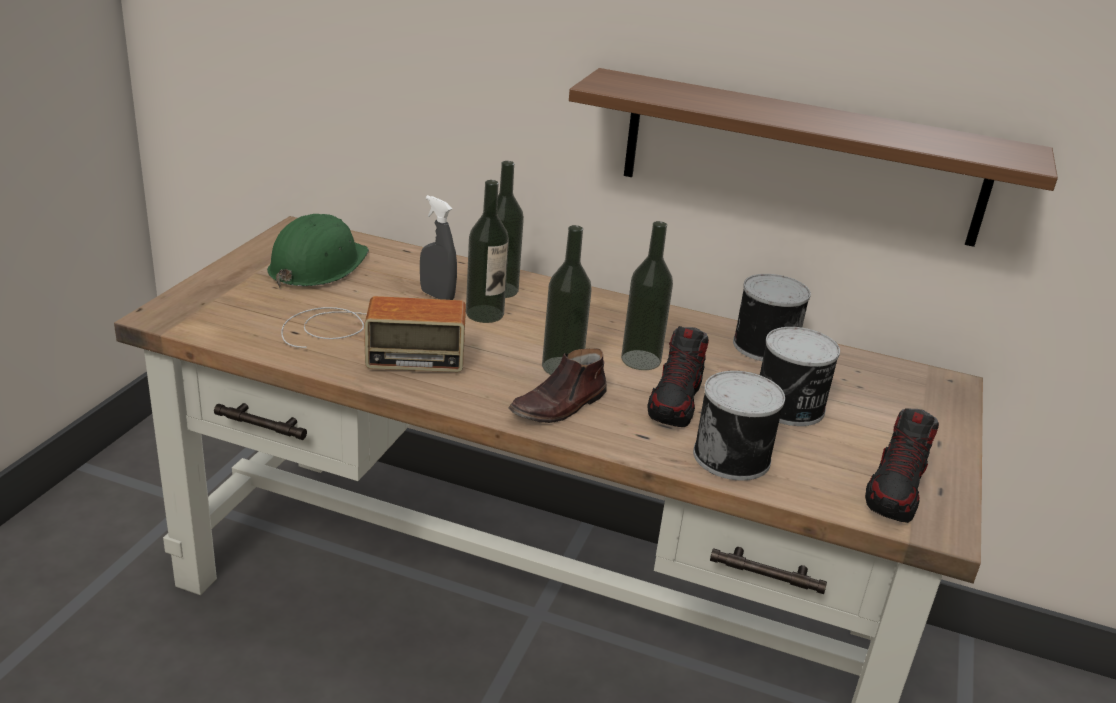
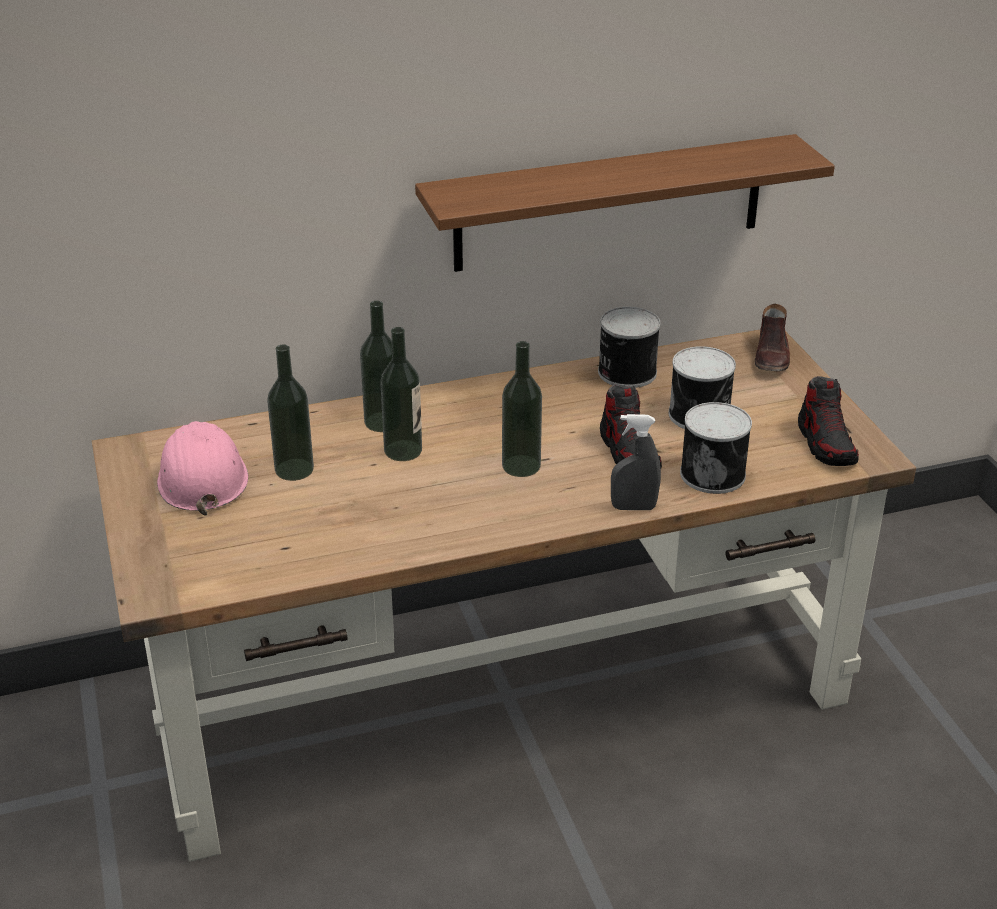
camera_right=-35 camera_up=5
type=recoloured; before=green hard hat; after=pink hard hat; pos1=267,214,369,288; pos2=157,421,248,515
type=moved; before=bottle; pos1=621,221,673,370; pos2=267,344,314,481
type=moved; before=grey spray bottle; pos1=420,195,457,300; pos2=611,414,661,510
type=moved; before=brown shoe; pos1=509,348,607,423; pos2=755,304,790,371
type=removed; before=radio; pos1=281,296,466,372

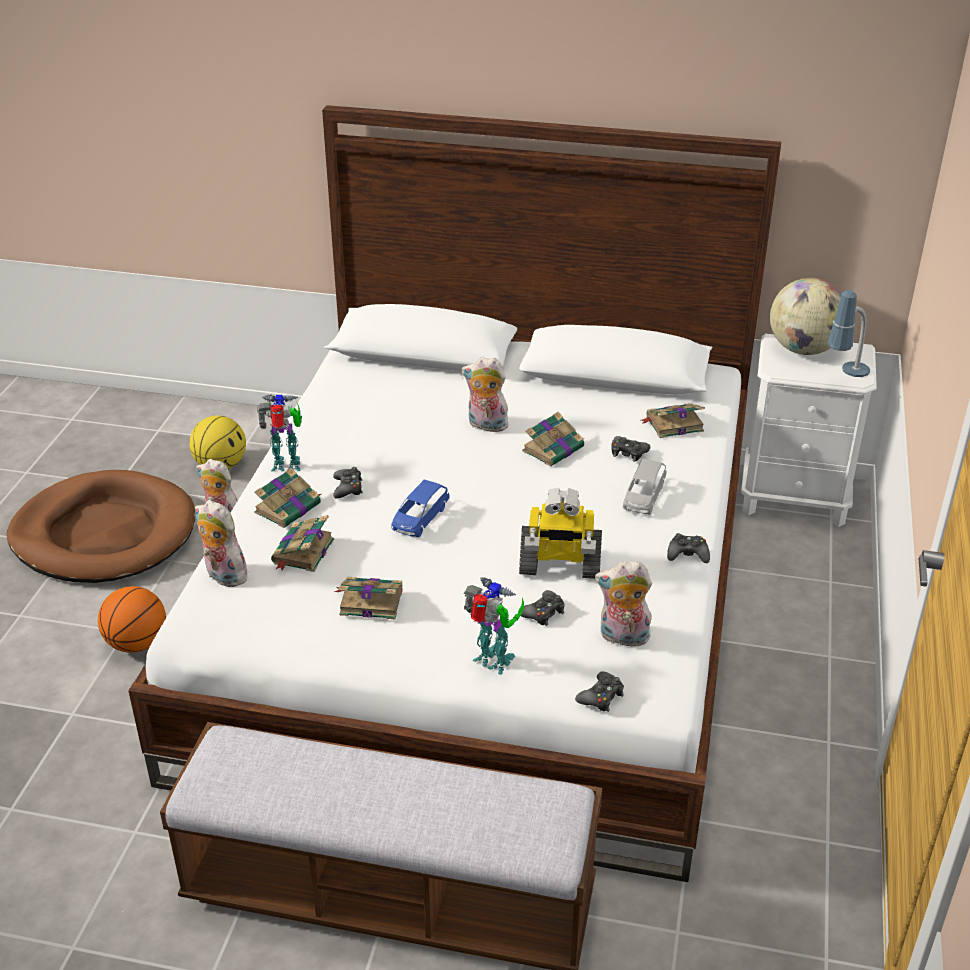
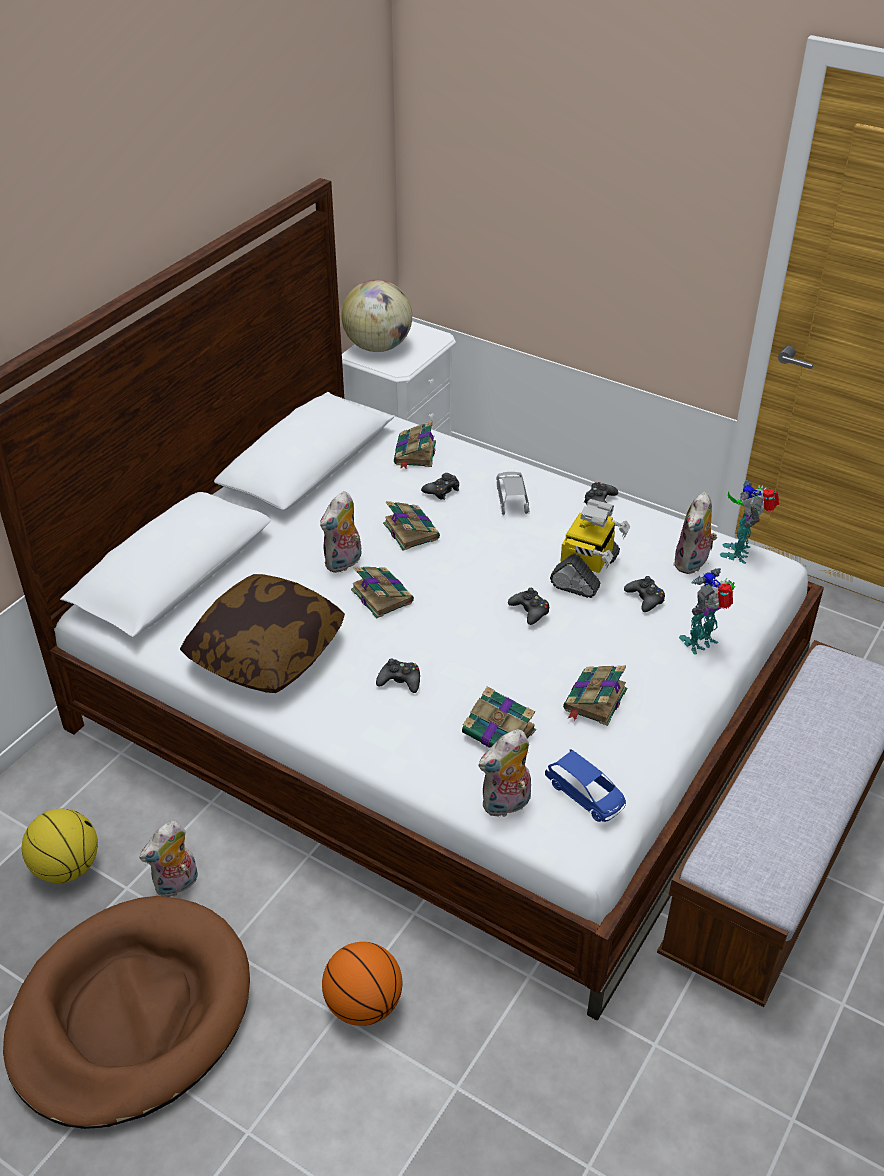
camera_right=-70 camera_up=5
type=added; after=pillow; pos2=180,574,345,693
type=moved; before=book; pos1=254,468,321,528; pos2=351,567,414,619
type=turned; before=grey toy car; pos1=623,459,667,515; pos2=496,472,529,515; turn=-135
type=moved; before=black game controller; pos1=575,671,624,712; pos2=508,588,549,625
type=moved; before=blue toy car; pos1=391,480,449,537; pos2=545,749,626,822
type=moved; before=toy robot; pos1=257,394,302,472; pos2=720,480,779,564
type=removed; before=table lamp; pos1=828,290,870,377

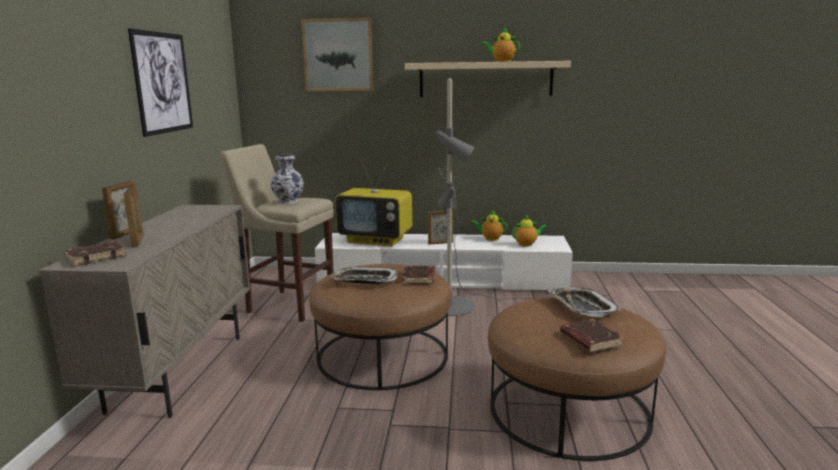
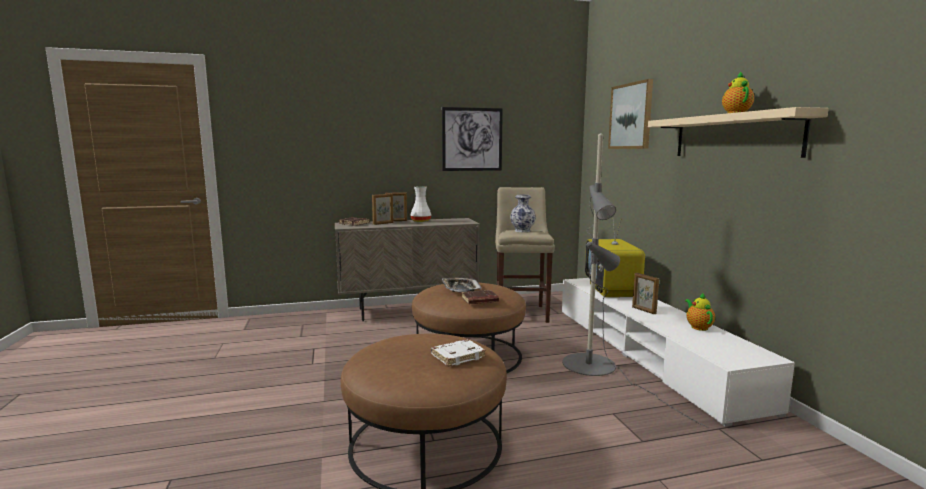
camera_right=70 camera_up=-5
type=added; after=white vase; pos2=410,186,431,222
type=replaced; before=tray; after=white book; pos1=549,287,621,317; pos2=431,339,486,367
type=removed; before=teapot; pos1=512,214,547,247
type=removed; before=brown book; pos1=560,319,624,352

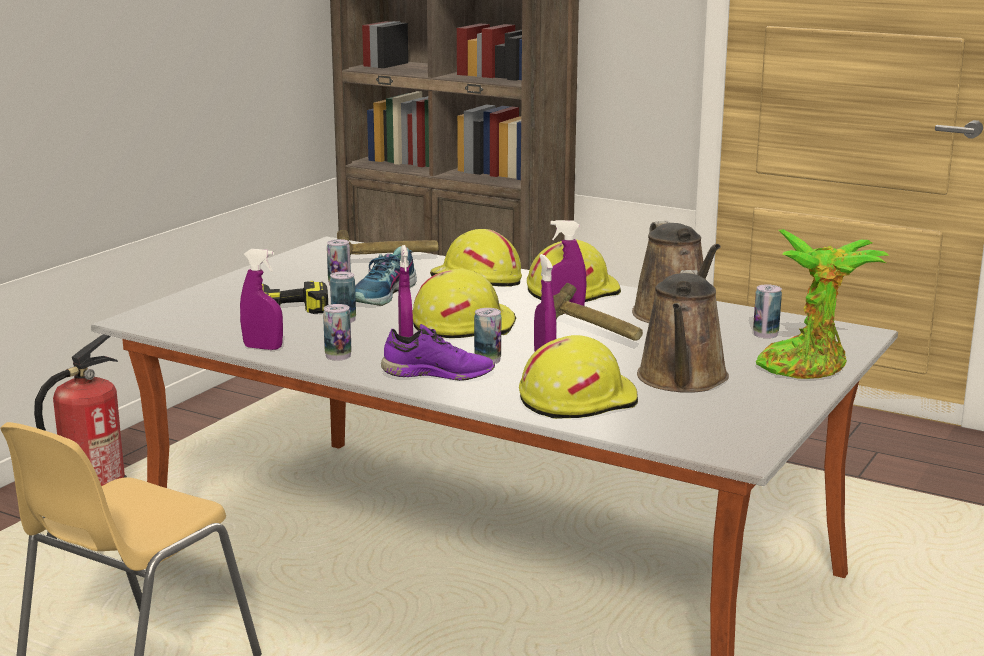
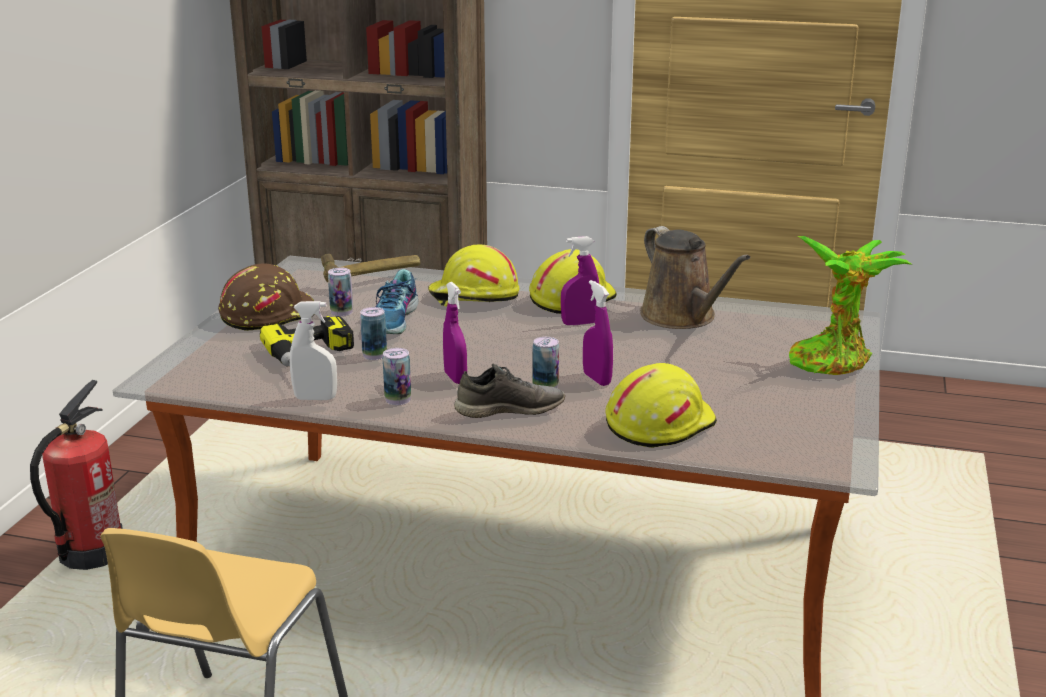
camera_right=-15 camera_up=5
type=added; after=brown hard hat; pos2=218,263,314,331
type=recoloured; before=purple spray bottle; after=white spray bottle; pos1=240,249,283,350; pos2=290,301,337,400
type=recoloured; before=purple shoe; after=grey shoe; pos1=381,324,495,381; pos2=454,364,565,418
type=removed; before=yellow hard hat; pos1=412,269,516,338
type=removed; before=hammer; pos1=553,283,643,341
type=removed; before=brown watering can; pos1=637,270,729,393
type=removed; before=can; pos1=753,284,782,338

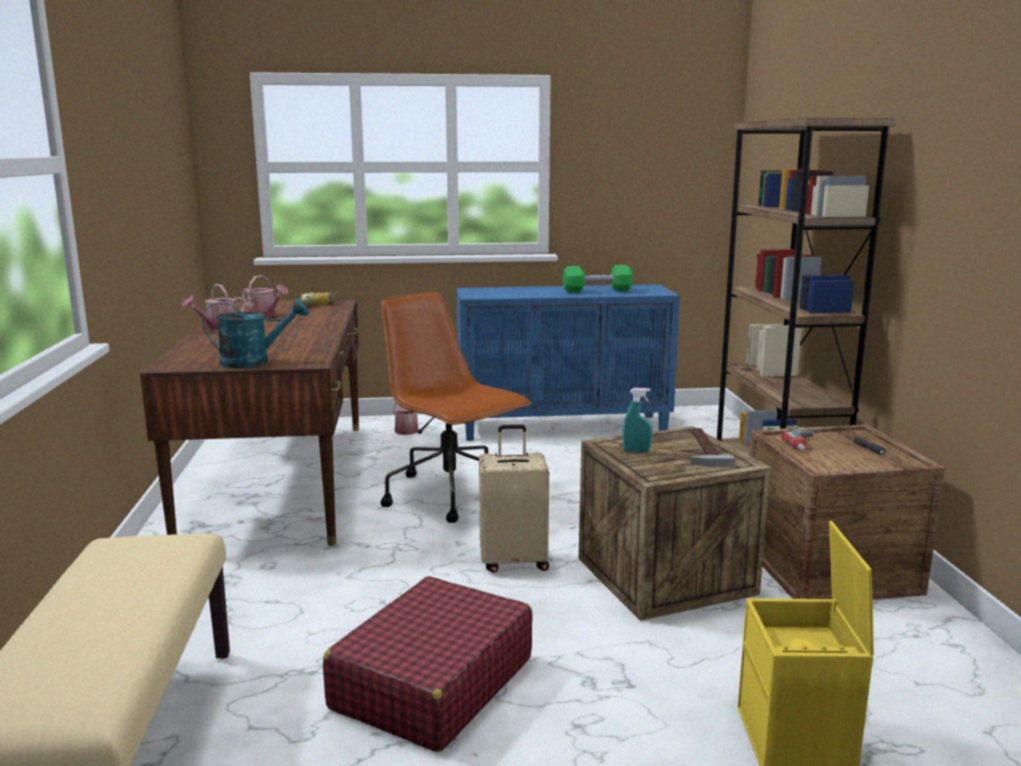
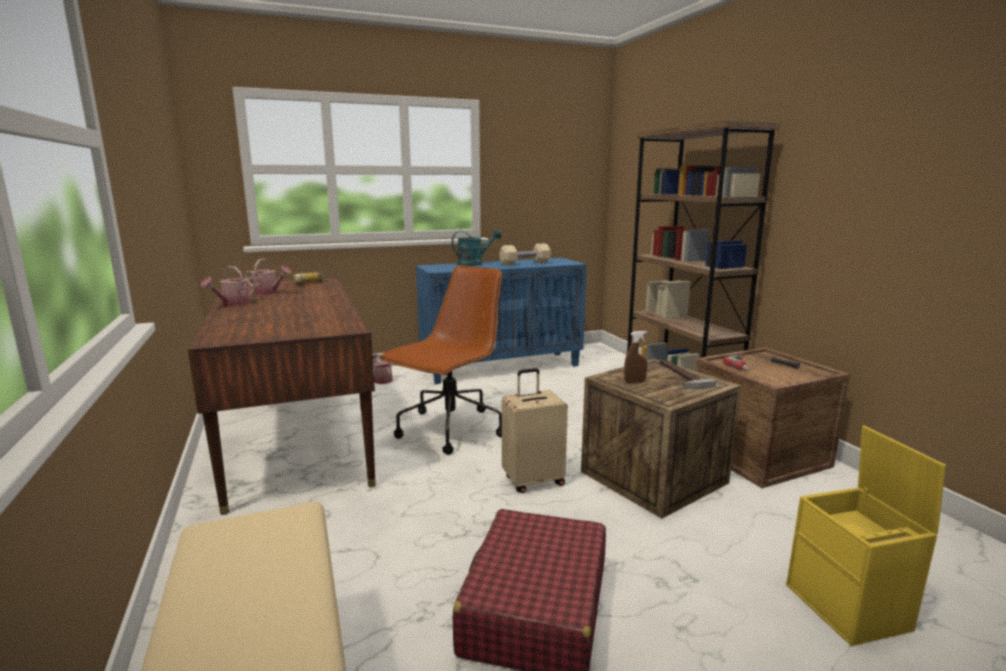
camera_right=-15 camera_up=0
type=turned; before=brown office chair; pos1=381,292,531,523; pos2=379,265,502,455; turn=90
type=moved; before=turquoise watering can; pos1=203,298,309,368; pos2=452,229,501,266
type=recoloured; before=green dumbbell; after=beige dumbbell; pos1=563,265,633,293; pos2=499,243,551,265
type=recoloured; before=turquoise spray bottle; after=brown spray bottle; pos1=623,388,653,453; pos2=624,331,647,383

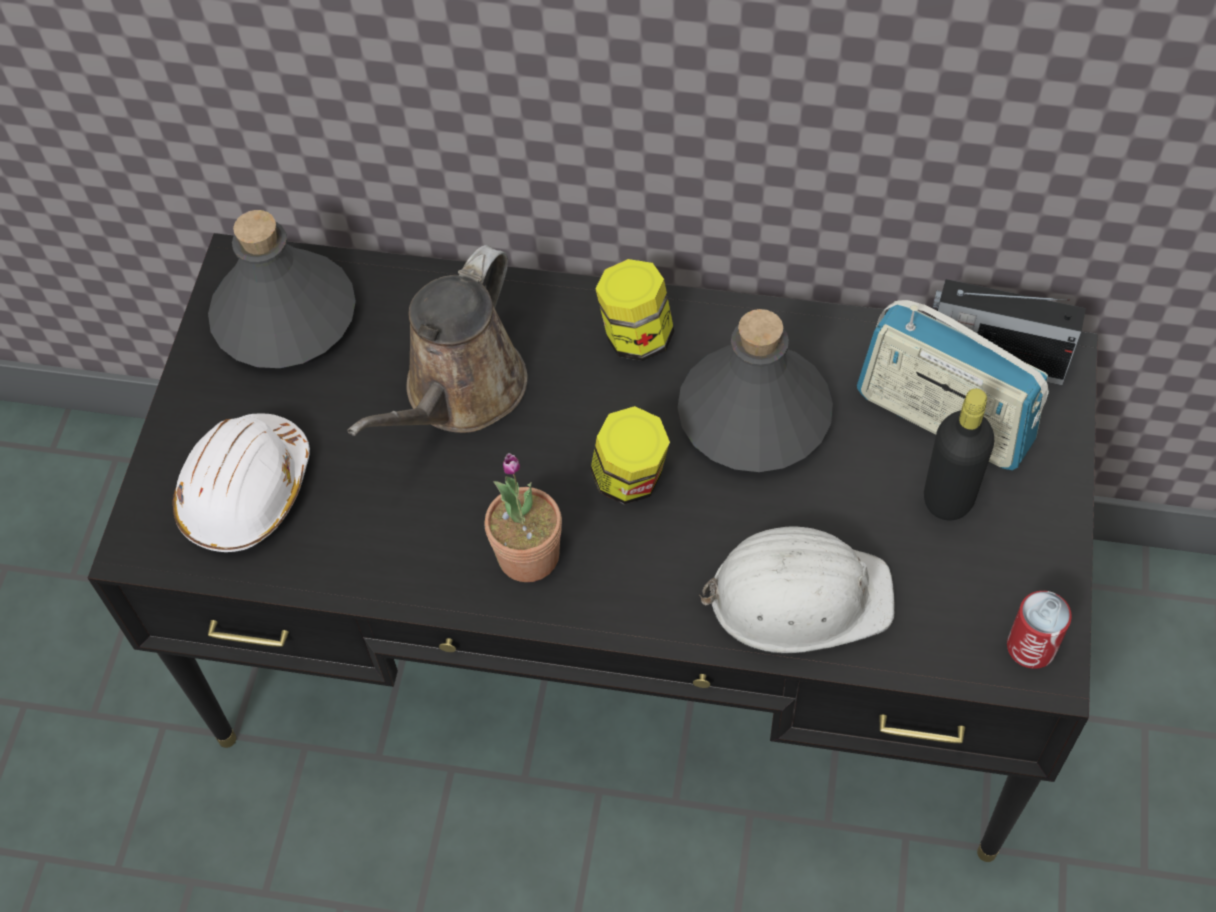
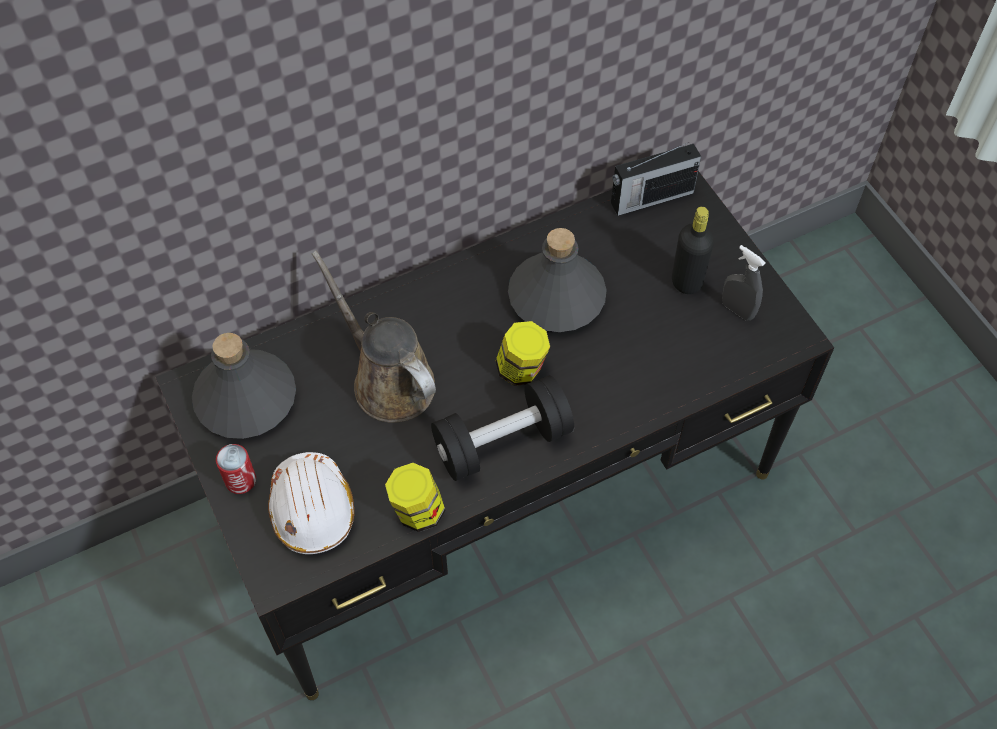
camera_right=-40 camera_up=0
type=moved; before=can; pos1=1007,591,1072,669; pos2=216,444,256,494
type=turned; before=brown watering can; pos1=348,245,527,436; pos2=312,251,436,423; turn=150
type=moved; before=jar; pos1=595,259,674,361; pos2=385,463,446,532
type=replaced; before=potted plant; after=black dumbbell; pos1=485,453,562,582; pos2=431,375,574,481
type=added; after=grey spray bottle; pos2=722,245,765,321
type=removed; before=white hard hat; pos1=698,527,895,654
type=removed; before=radio; pos1=857,300,1049,470

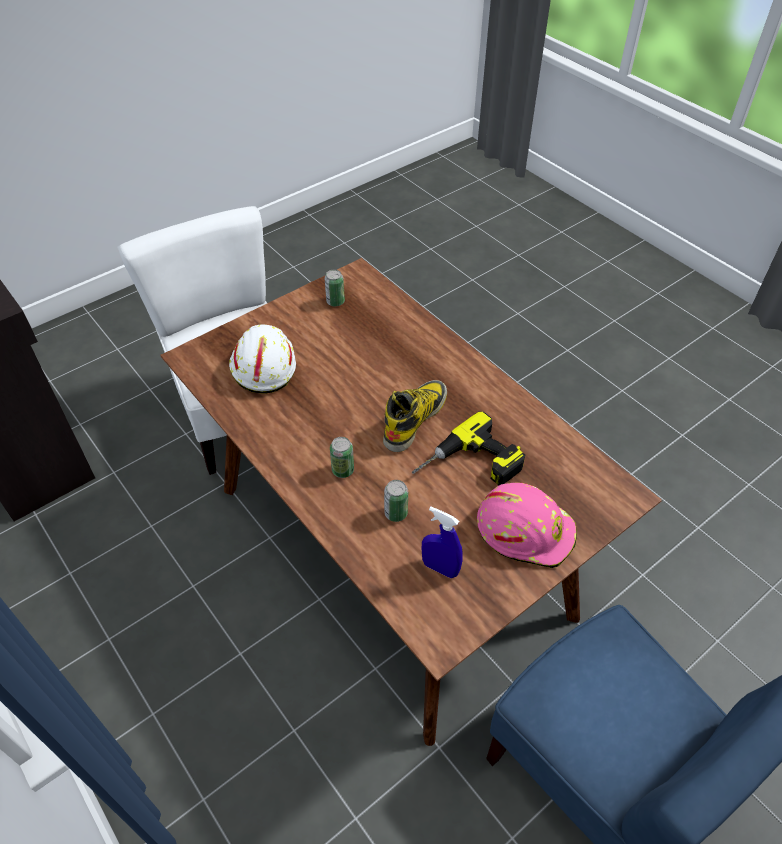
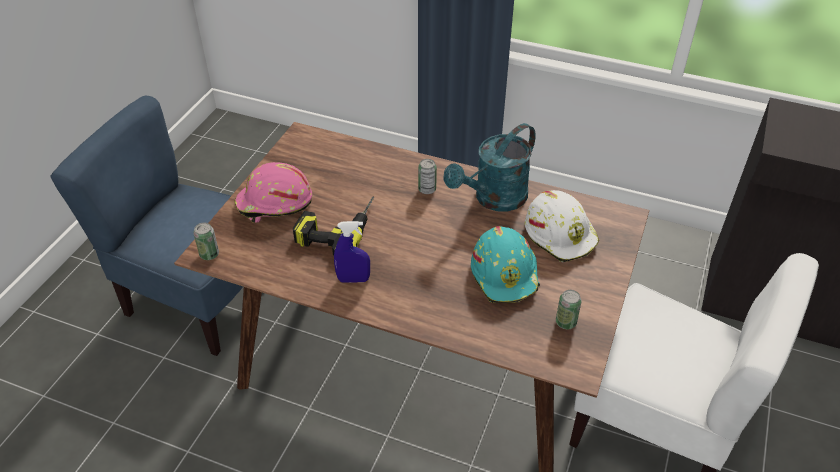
camera_right=150 camera_up=-5
type=moved; before=can; pos1=384,480,408,522; pos2=193,223,219,260
type=moved; before=blue spray bottle; pos1=422,507,463,578; pos2=334,221,370,283
type=added; after=turquoise watering can; pos2=444,123,536,212
type=added; after=turquoise hard hat; pos2=471,226,540,303
type=removed; before=boot; pos1=383,380,447,452

